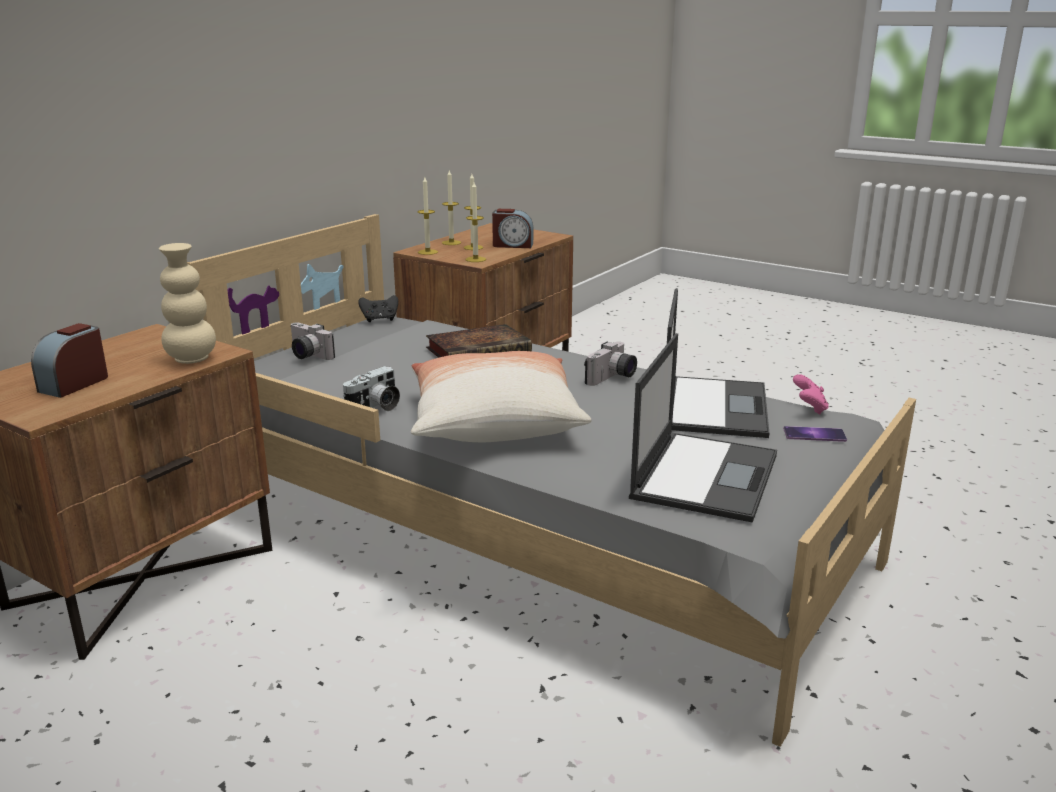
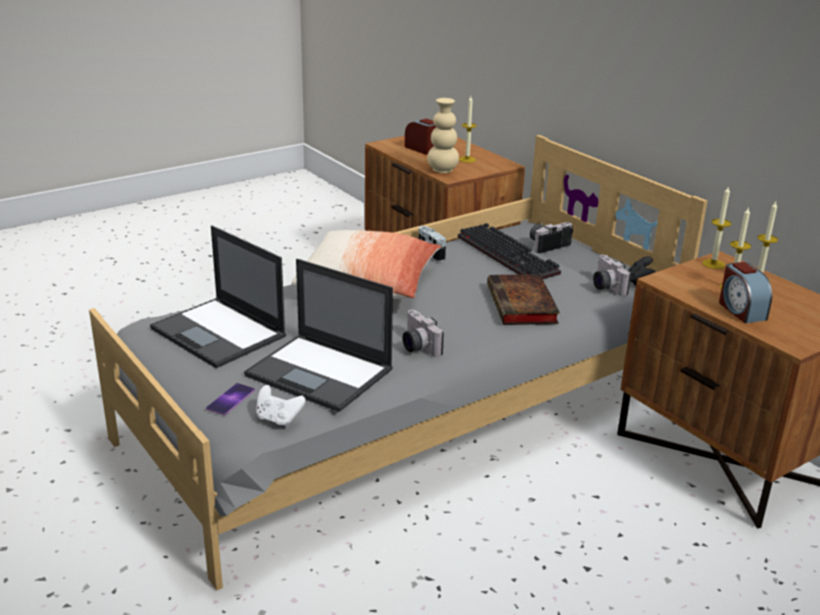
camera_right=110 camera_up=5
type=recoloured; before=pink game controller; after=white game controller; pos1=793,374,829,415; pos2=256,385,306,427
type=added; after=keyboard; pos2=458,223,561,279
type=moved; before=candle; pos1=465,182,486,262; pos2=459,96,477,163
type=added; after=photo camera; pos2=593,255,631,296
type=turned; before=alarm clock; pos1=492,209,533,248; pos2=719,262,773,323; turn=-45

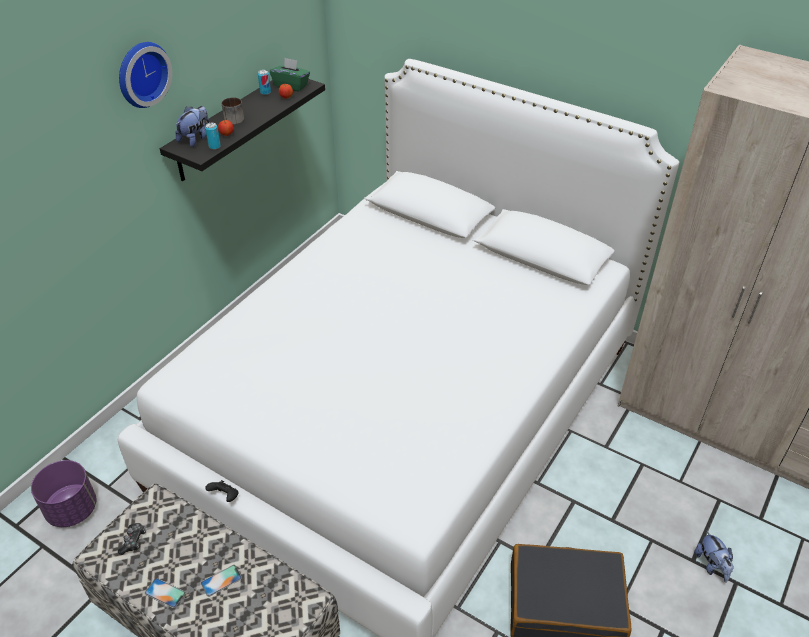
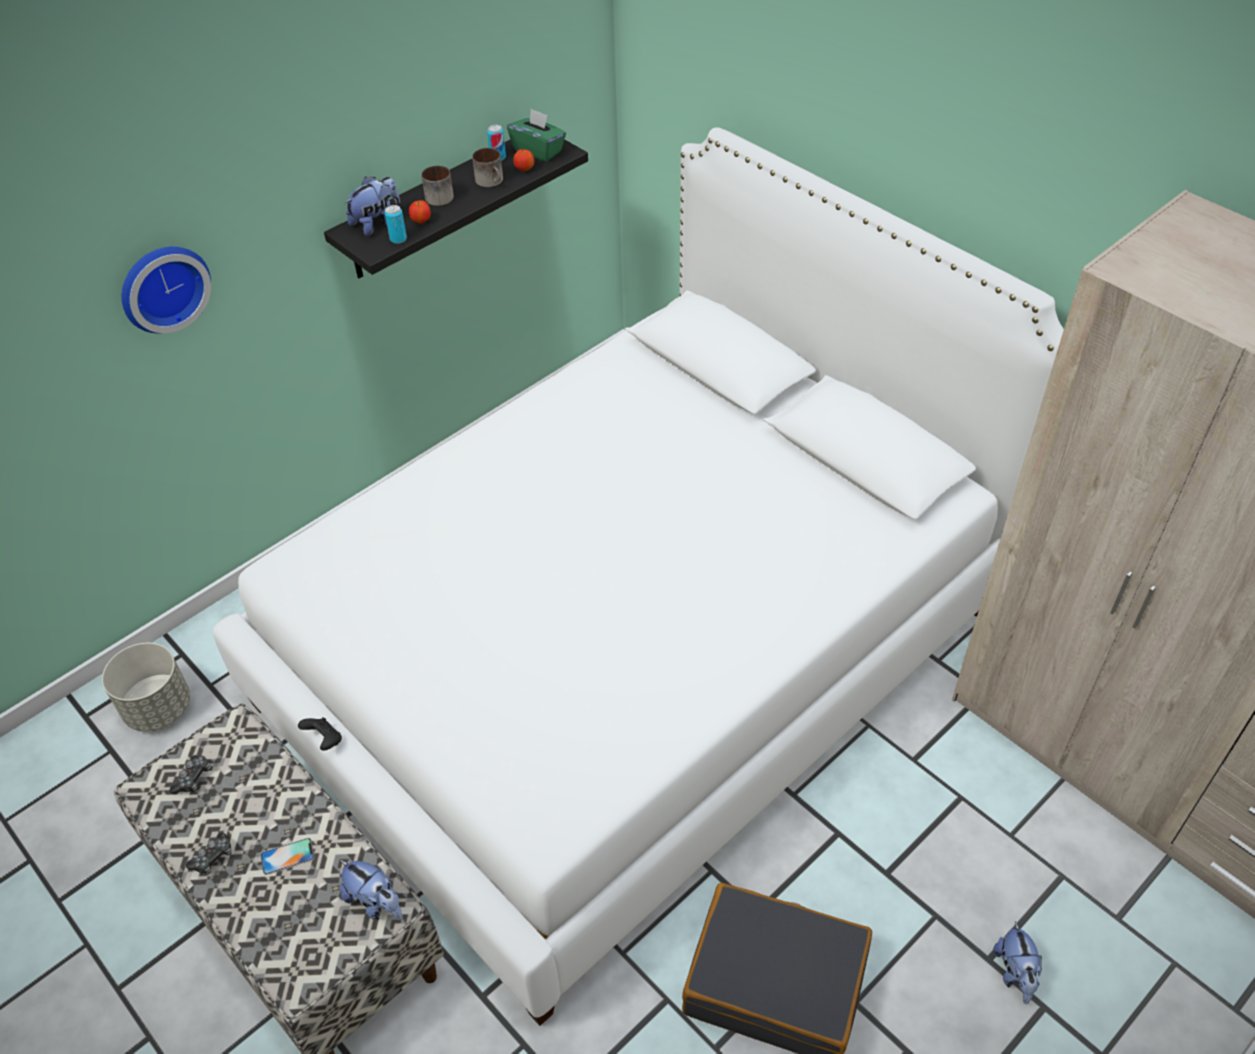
camera_right=15 camera_up=5
type=recoloured; before=purple planter; after=grey planter; pos1=31,460,97,527; pos2=102,643,190,732
type=moved; before=wall clock; pos1=119,42,172,108; pos2=122,247,211,333
type=replaced; before=phone; after=game controller; pos1=145,578,186,608; pos2=186,833,232,874
type=added; after=plush toy; pos2=340,860,403,920
type=added; after=mug; pos2=472,148,503,187

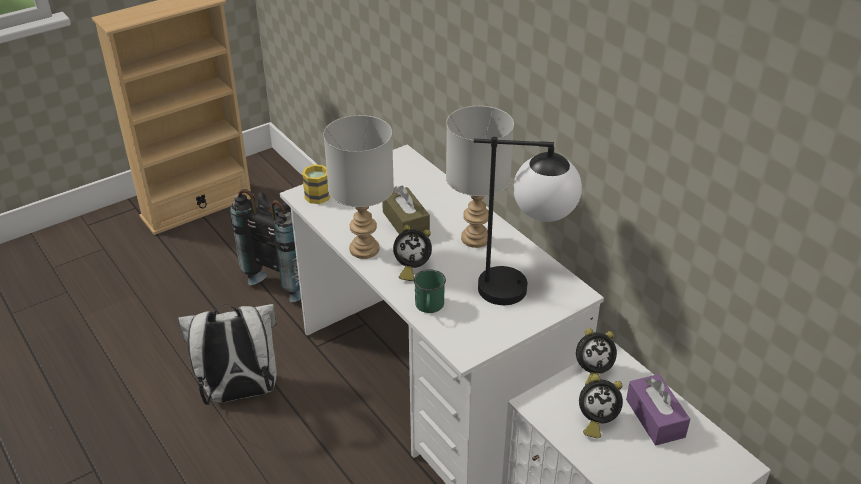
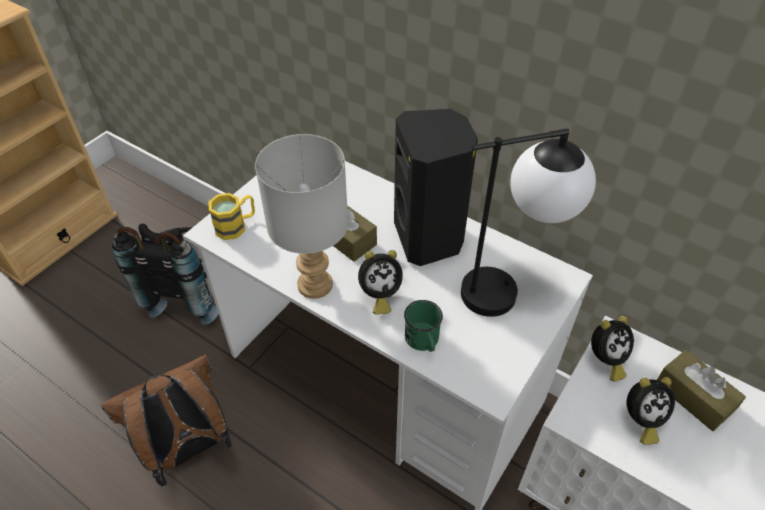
camera_right=-20 camera_up=10
type=recoloured; before=white backpack; after=brown backpack; pos1=178,304,277,405; pos2=101,354,232,486
type=replaced; before=grey table lamp; after=black speaker; pos1=446,106,514,248; pos2=394,109,478,266
type=recoloured; before=purple tissue box; after=brown tissue box; pos1=626,374,690,445; pos2=657,350,746,431

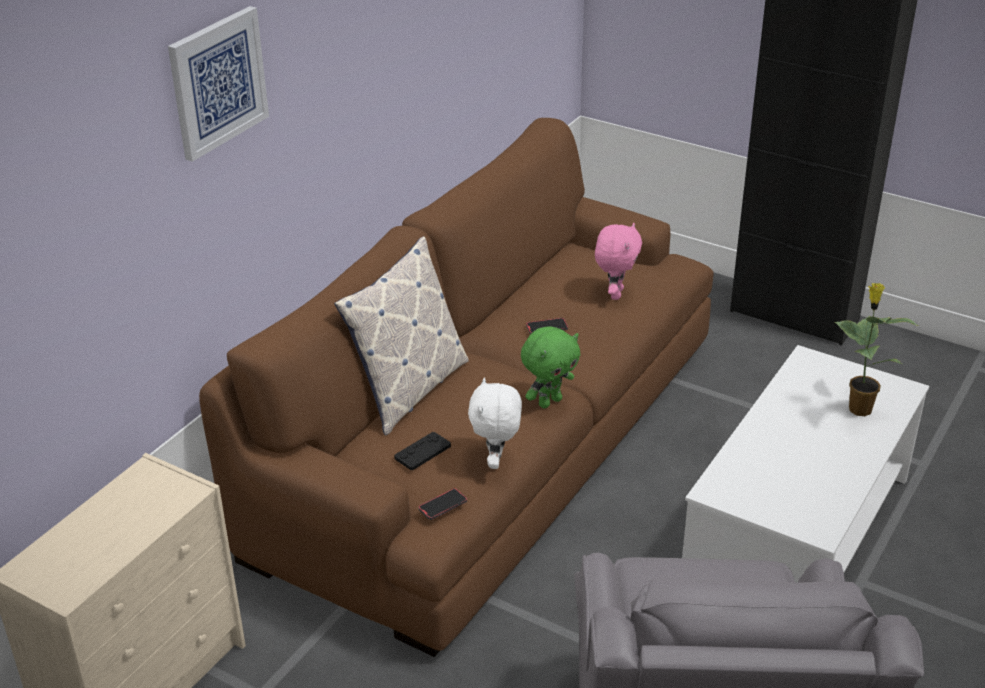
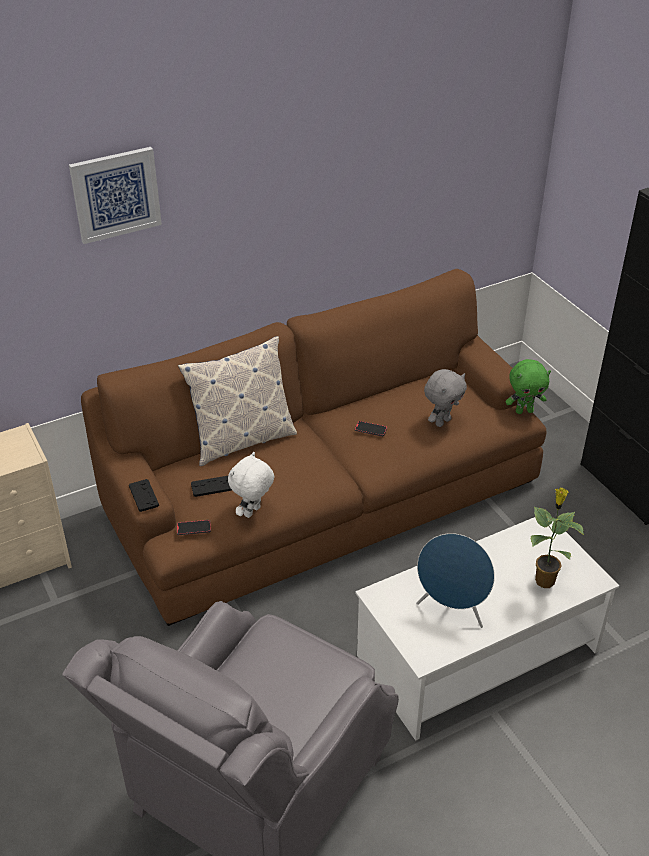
camera_right=30 camera_up=5
type=added; after=black game controller; pos2=129,479,159,512
type=added; after=blue speaker; pos2=416,533,495,628
type=recoloured; before=pink plush toy; after=grey plush toy; pos1=595,223,642,300; pos2=424,369,467,427
type=moved; before=green plush toy; pos1=521,326,580,408; pos2=505,359,551,414

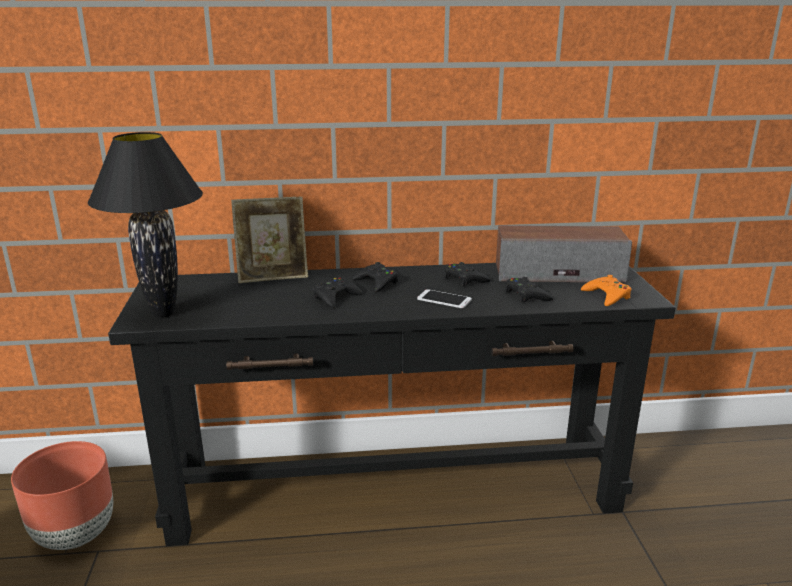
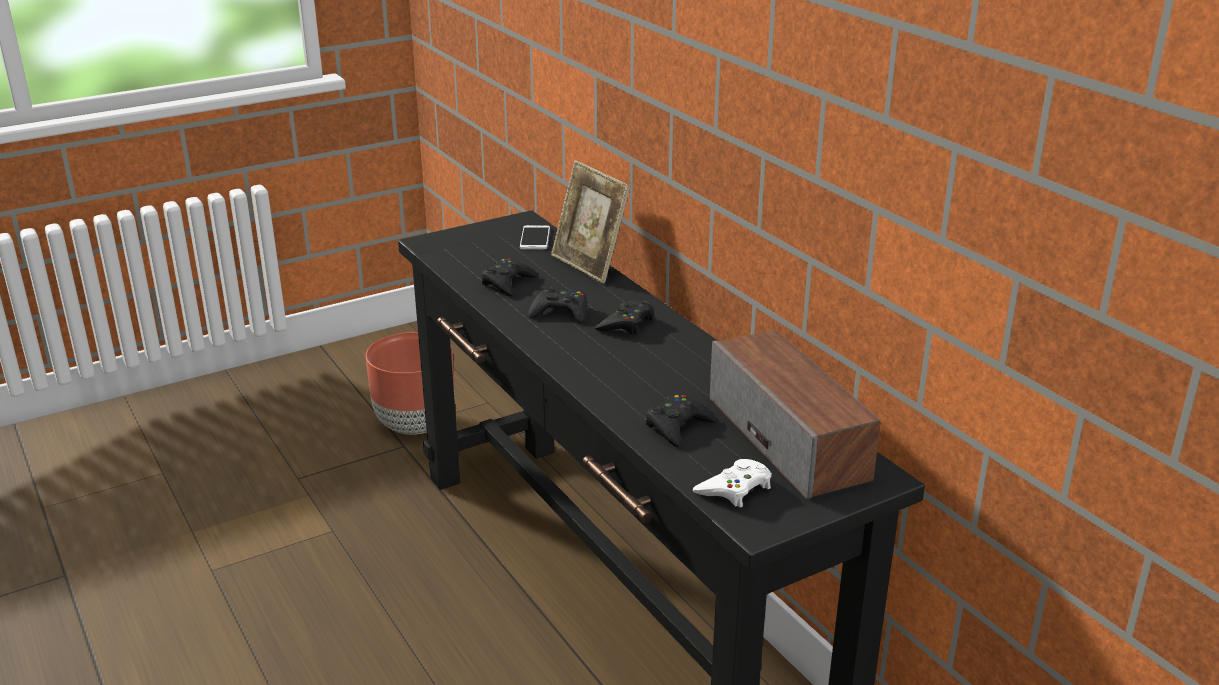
camera_right=65 camera_up=5
type=moved; before=black game controller; pos1=444,262,491,286; pos2=481,258,538,296
type=moved; before=phone; pos1=417,289,472,308; pos2=520,225,550,250
type=recoloured; before=orange game controller; after=white game controller; pos1=581,275,631,306; pos2=693,459,772,508
type=removed; before=black table lamp; pos1=88,132,203,318

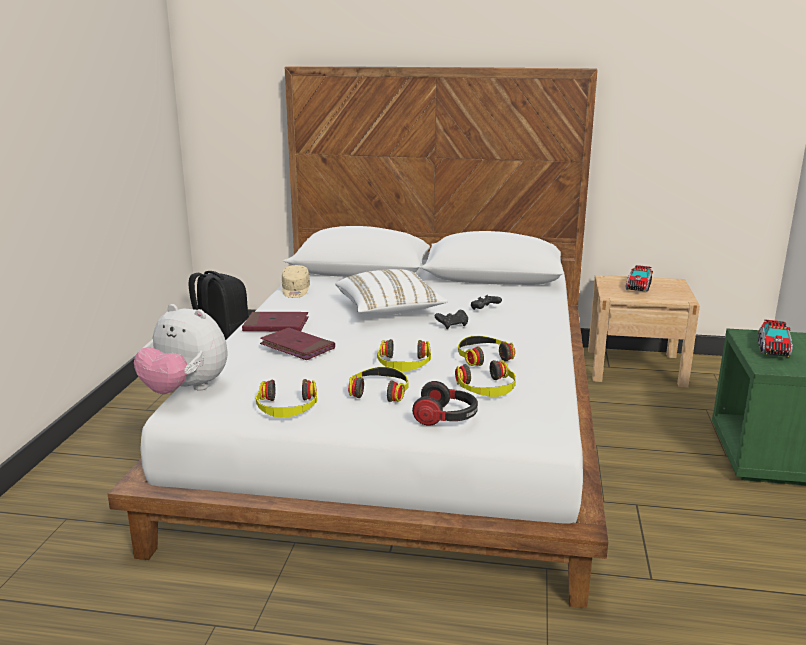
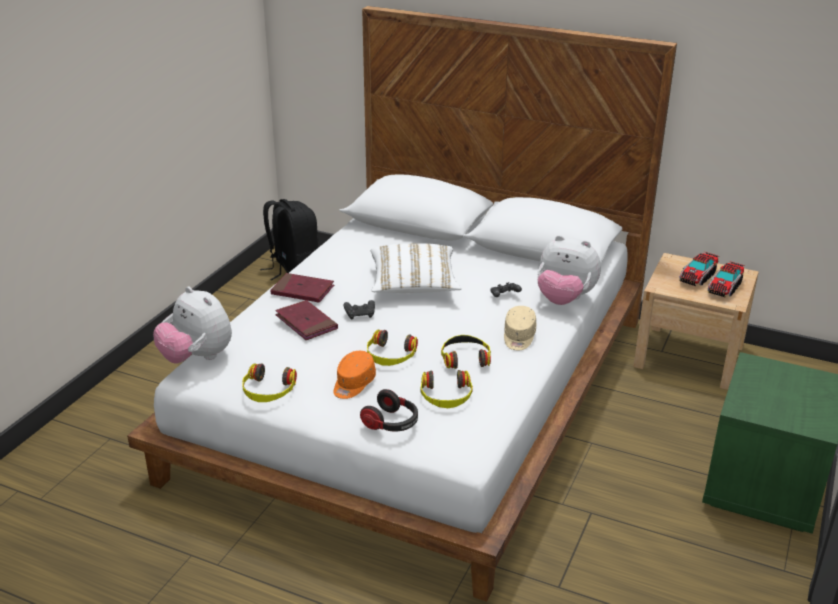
camera_right=15 camera_up=10
type=replaced; before=headphones; after=orange cap; pos1=348,367,409,402; pos2=334,351,376,399
type=moved; before=black game controller; pos1=435,310,468,329; pos2=343,300,375,319
type=moved; before=beige cap; pos1=282,265,310,298; pos2=504,306,536,350
type=added; after=plush toy; pos2=537,235,601,305
type=moved; before=toy truck; pos1=758,320,793,357; pos2=708,261,745,297

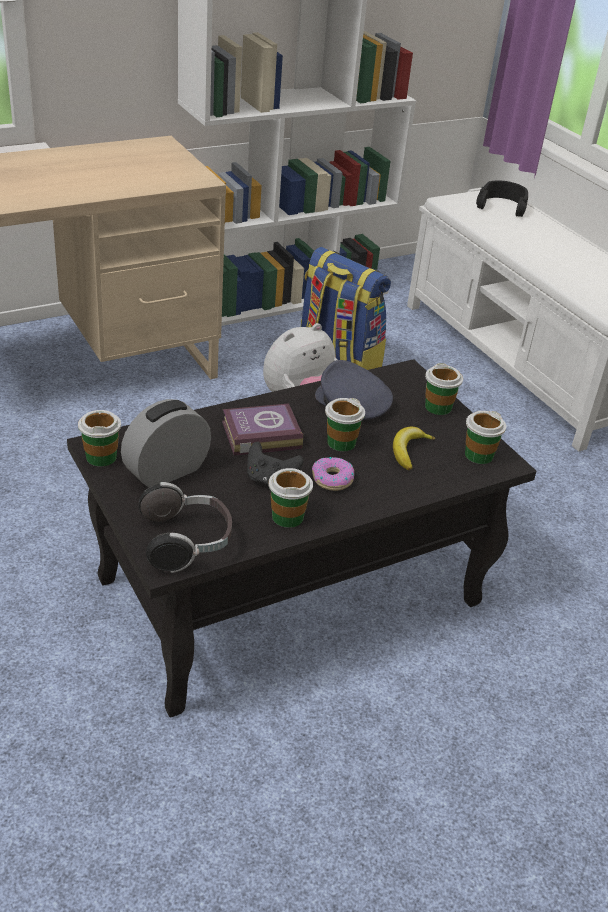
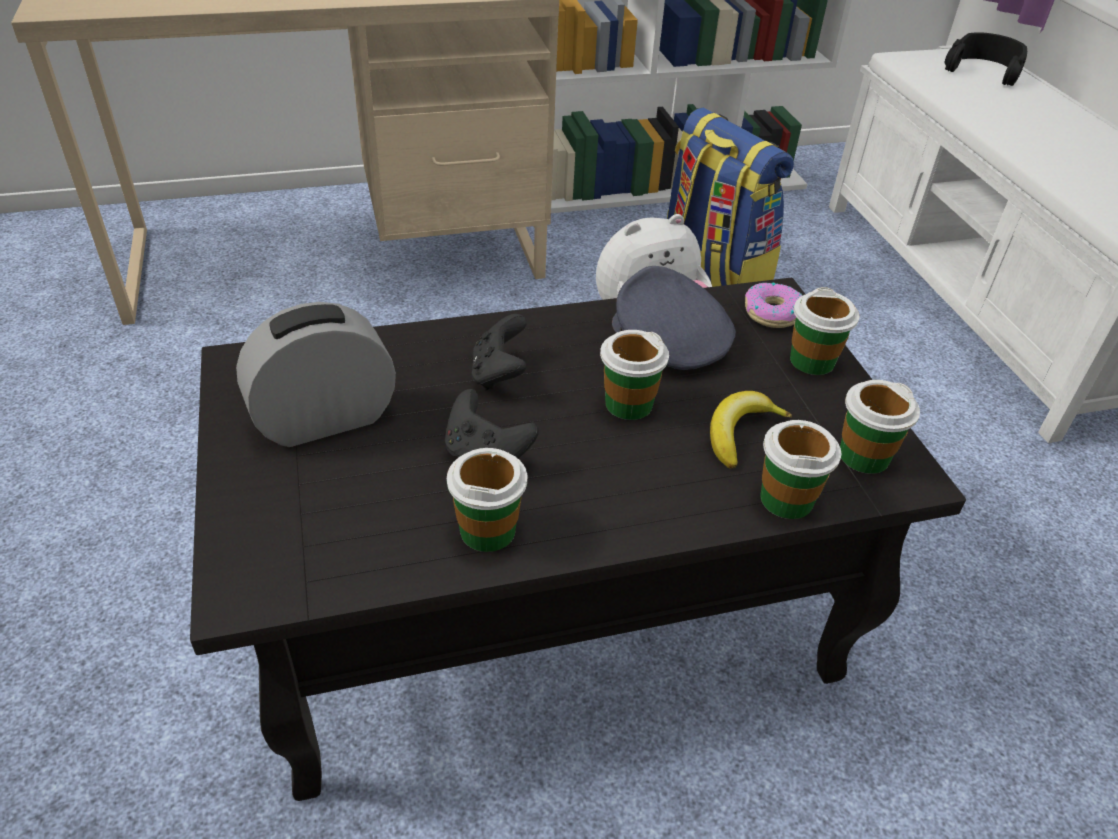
camera_right=15 camera_up=5
type=replaced; before=book; after=black game controller; pos1=222,403,303,455; pos2=471,314,527,390
type=moved; before=donut; pos1=312,457,354,491; pos2=745,282,802,328
type=moved; before=cup; pos1=78,410,121,466; pos2=761,420,841,519
type=removed; before=headphones; pos1=138,482,232,573

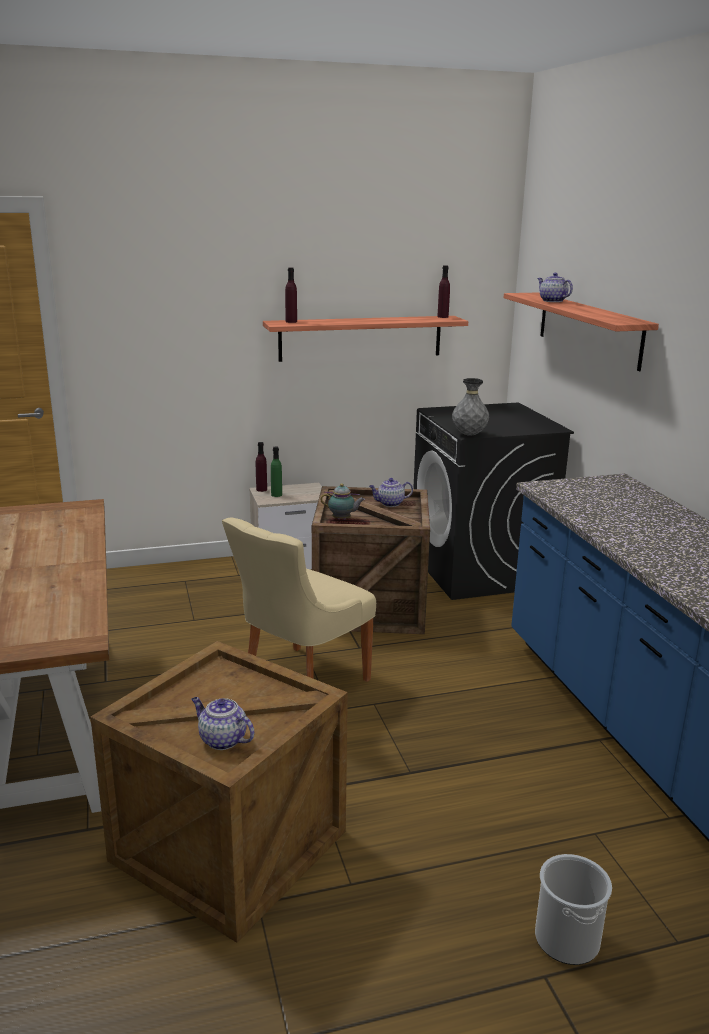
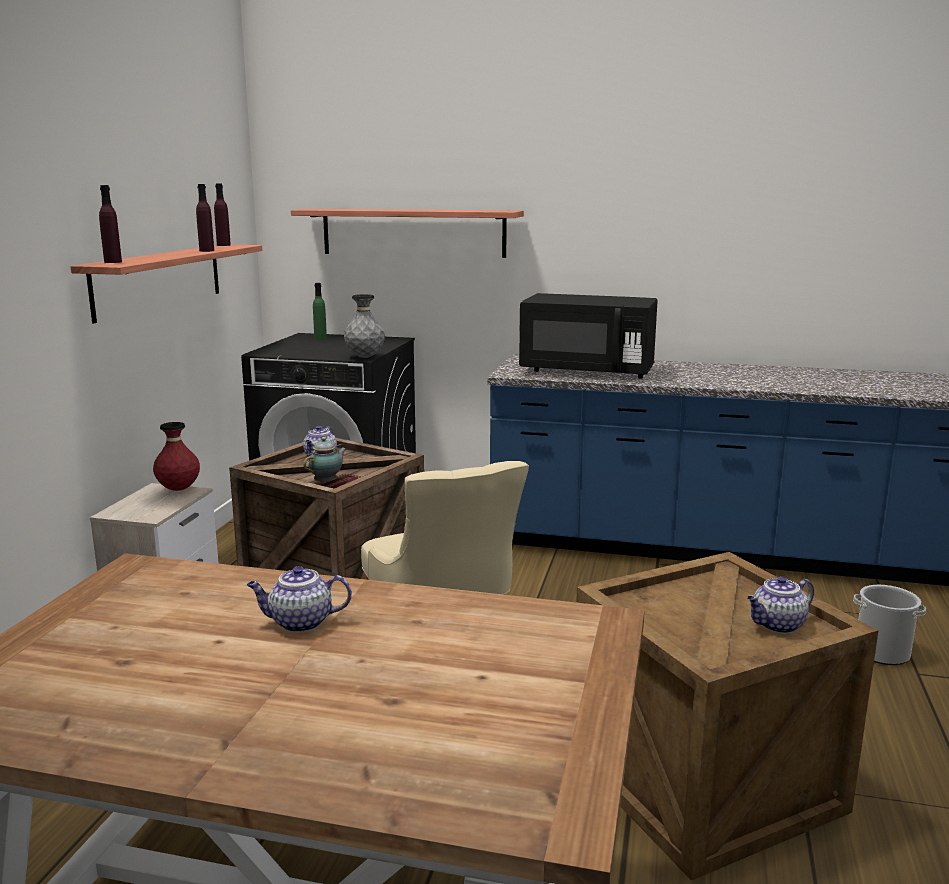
camera_right=-60 camera_up=-5
type=added; after=red vase; pos2=153,422,200,491
type=moved; before=purple bottle; pos1=256,442,267,492; pos2=196,184,214,252
type=moved; before=teapot; pos1=537,273,573,302; pos2=247,566,352,633
type=moved; before=green bottle; pos1=271,446,282,497; pos2=313,283,327,340
type=added; after=black microwave; pos2=519,293,658,378

